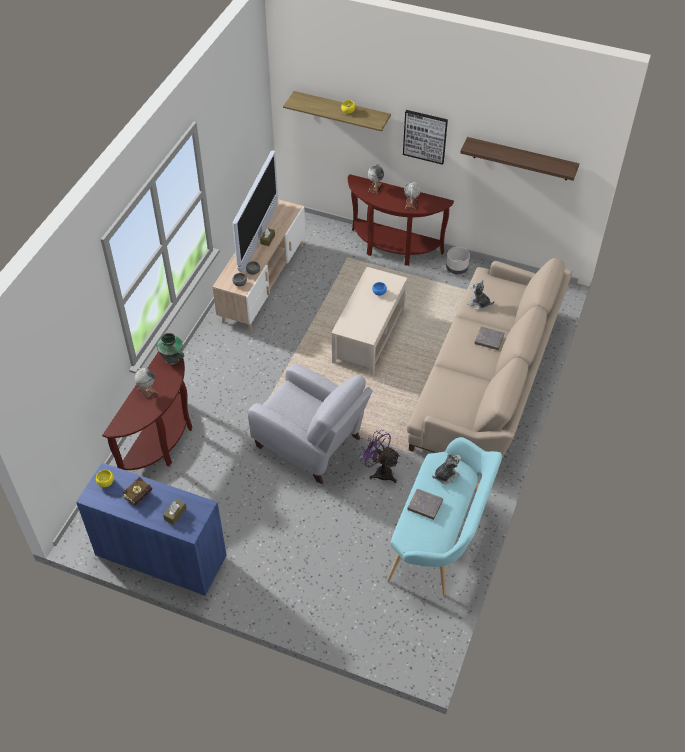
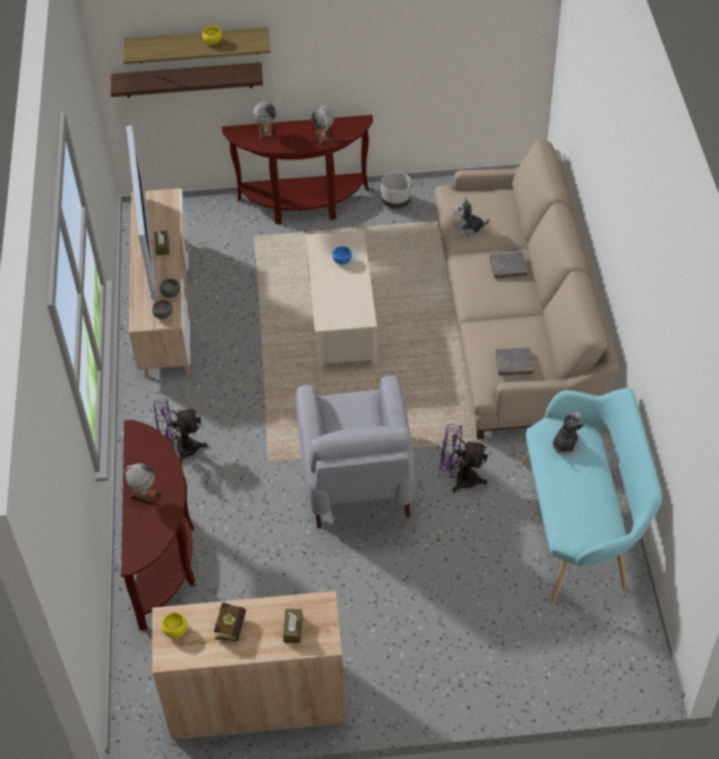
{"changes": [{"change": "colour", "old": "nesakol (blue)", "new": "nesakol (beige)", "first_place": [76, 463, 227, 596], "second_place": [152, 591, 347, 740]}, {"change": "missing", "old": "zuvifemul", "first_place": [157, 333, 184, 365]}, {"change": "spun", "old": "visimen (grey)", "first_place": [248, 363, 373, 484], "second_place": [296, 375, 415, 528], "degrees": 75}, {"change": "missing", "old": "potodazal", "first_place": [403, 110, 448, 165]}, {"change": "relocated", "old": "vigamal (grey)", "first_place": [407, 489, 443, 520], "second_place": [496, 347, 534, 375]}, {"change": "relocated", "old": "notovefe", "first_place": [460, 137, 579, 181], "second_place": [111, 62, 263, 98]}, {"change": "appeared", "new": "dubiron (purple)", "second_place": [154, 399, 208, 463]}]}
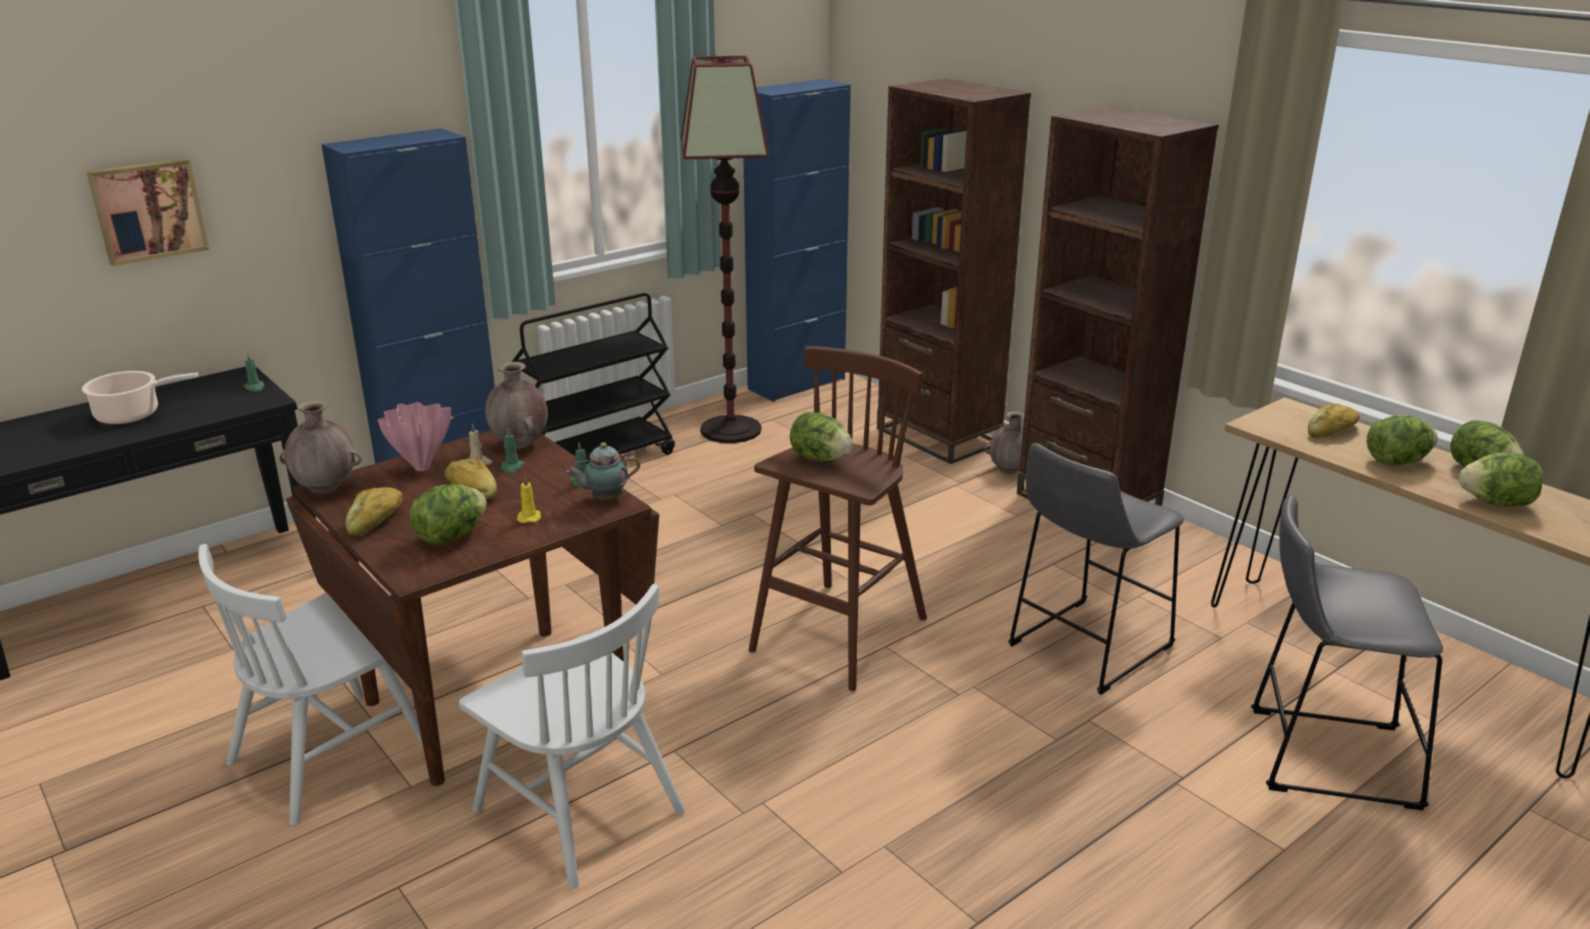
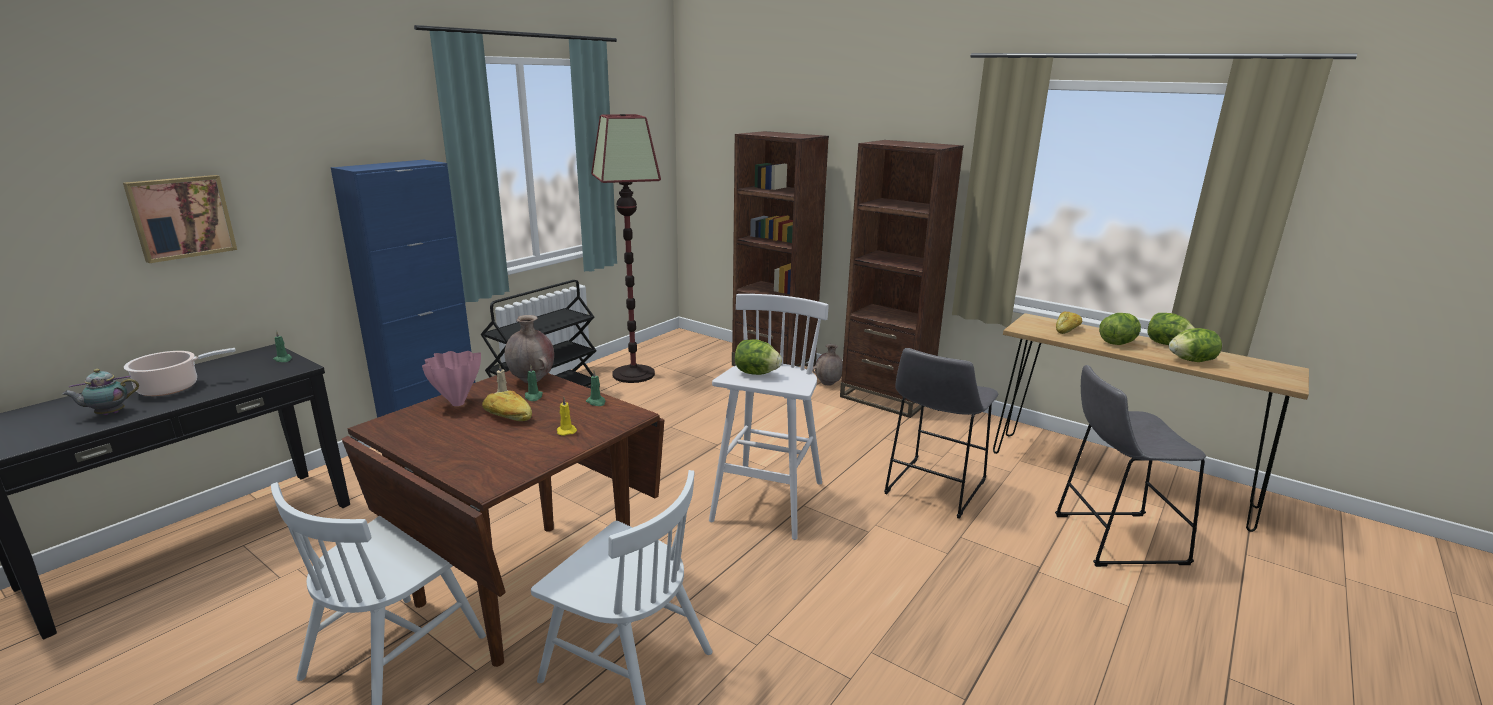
{"changes": [{"change": "missing", "old": "zuvifemul (brown)", "first_place": [279, 400, 362, 494]}, {"change": "missing", "old": "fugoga", "first_place": [346, 487, 403, 537]}, {"change": "missing", "old": "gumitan", "first_place": [409, 483, 487, 545]}, {"change": "relocated", "old": "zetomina", "first_place": [566, 443, 640, 500], "second_place": [62, 369, 139, 415]}, {"change": "missing", "old": "nesakol (blue)", "first_place": [744, 79, 851, 402]}, {"change": "colour", "old": "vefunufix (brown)", "new": "vefunufix (white)", "first_place": [749, 346, 927, 691], "second_place": [709, 294, 829, 540]}]}
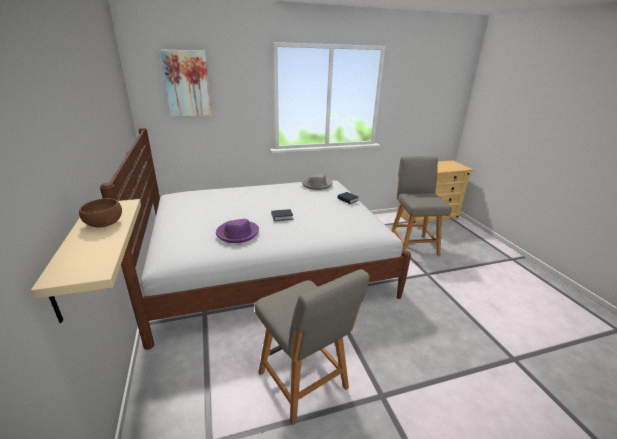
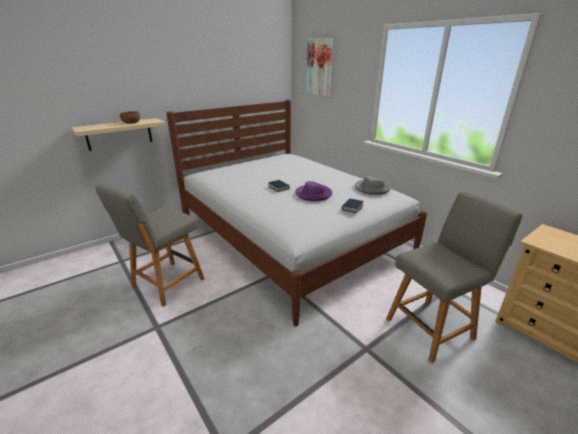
{"changes": [{"change": "relocated", "old": "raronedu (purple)", "first_place": [216, 219, 259, 243], "second_place": [295, 181, 332, 201]}]}
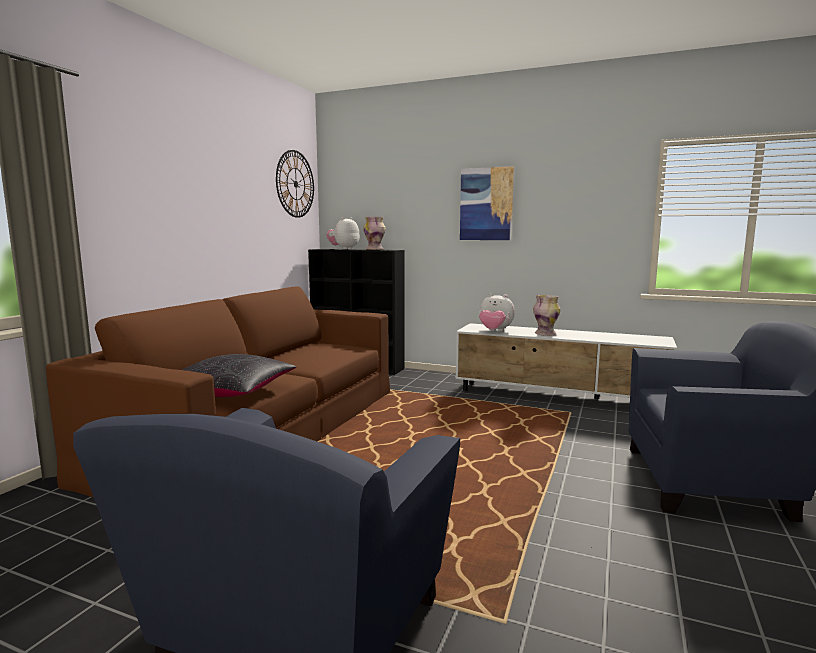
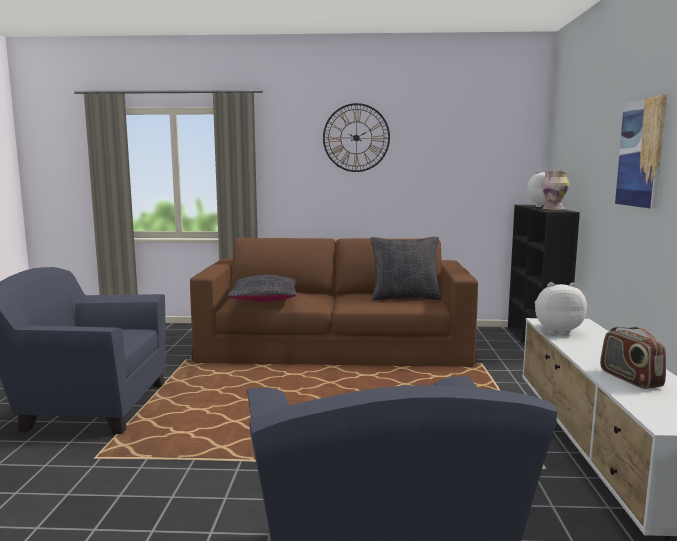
{"changes": [{"change": "relocated", "old": "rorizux", "first_place": [276, 150, 314, 218], "second_place": [323, 103, 390, 172]}, {"change": "spun", "old": "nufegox", "first_place": [479, 294, 515, 331], "second_place": [535, 282, 587, 334], "degrees": 90}, {"change": "missing", "old": "zuvifemul", "first_place": [533, 295, 560, 336]}, {"change": "appeared", "new": "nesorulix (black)", "second_place": [371, 237, 442, 300]}, {"change": "appeared", "new": "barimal", "second_place": [600, 327, 666, 389]}]}
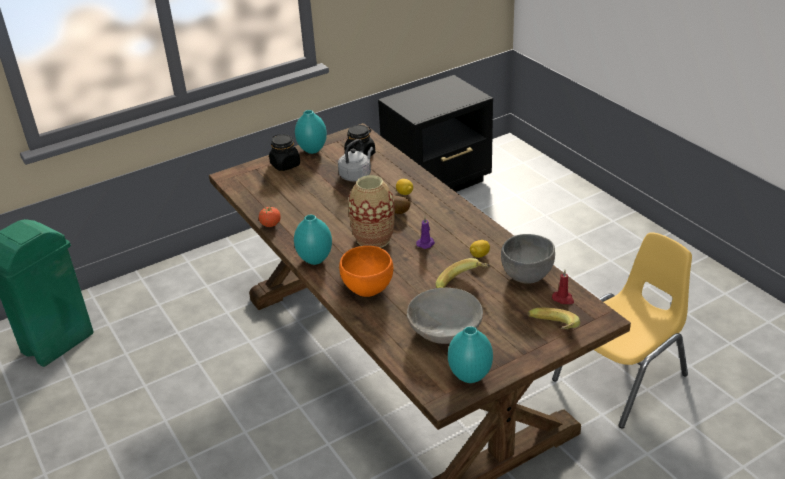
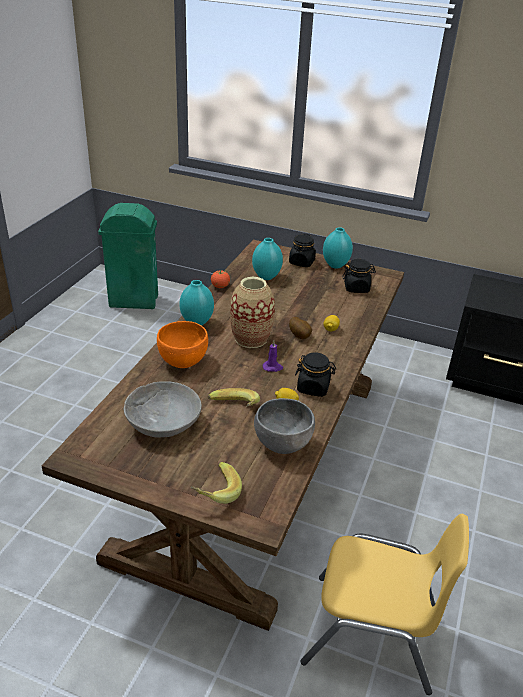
{"changes": [{"change": "missing", "old": "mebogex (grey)", "first_place": [338, 139, 373, 181]}, {"change": "relocated", "old": "zuvifemul (turquoise)", "first_place": [448, 326, 493, 383], "second_place": [252, 238, 283, 280]}, {"change": "missing", "old": "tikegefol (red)", "first_place": [552, 270, 574, 304]}, {"change": "appeared", "new": "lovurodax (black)", "second_place": [295, 352, 336, 397]}]}
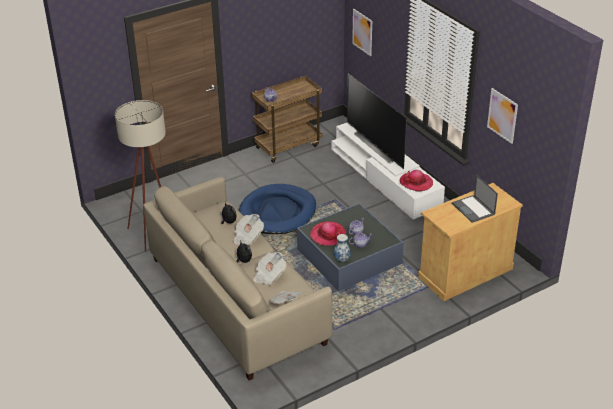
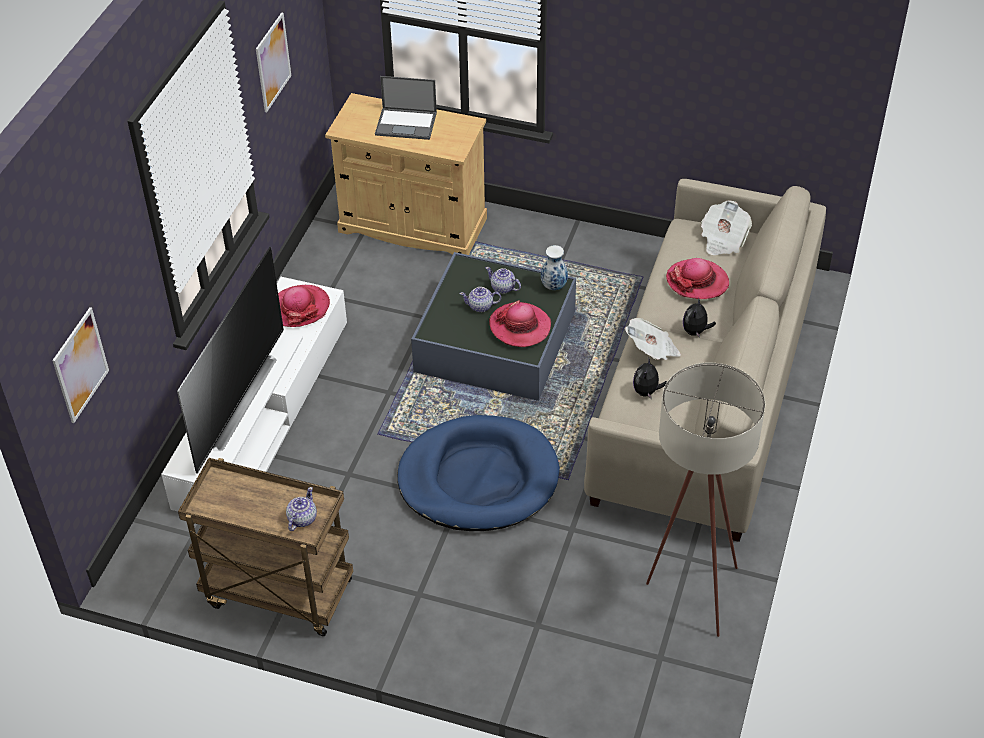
{"changes": [{"change": "exchanged", "old": "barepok", "new": "raronedu", "first_place": [253, 252, 286, 285], "second_place": [666, 258, 729, 299]}, {"change": "spun", "old": "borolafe", "first_place": [452, 175, 498, 223], "second_place": [375, 76, 437, 140], "degrees": 75}]}
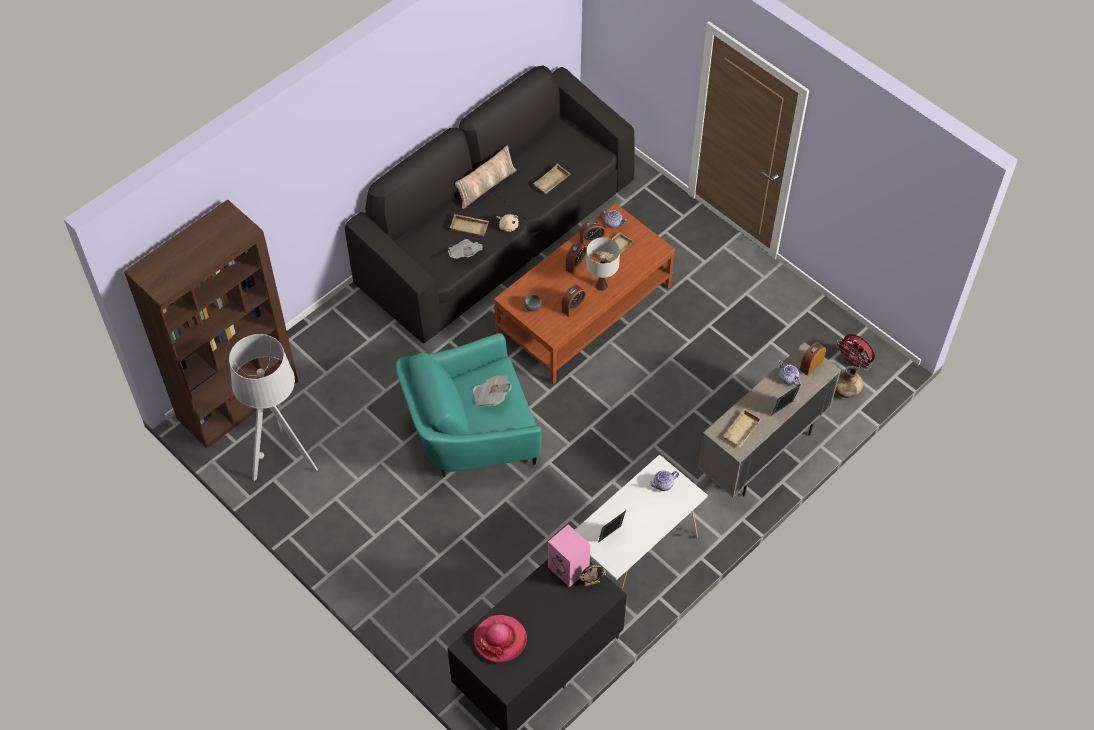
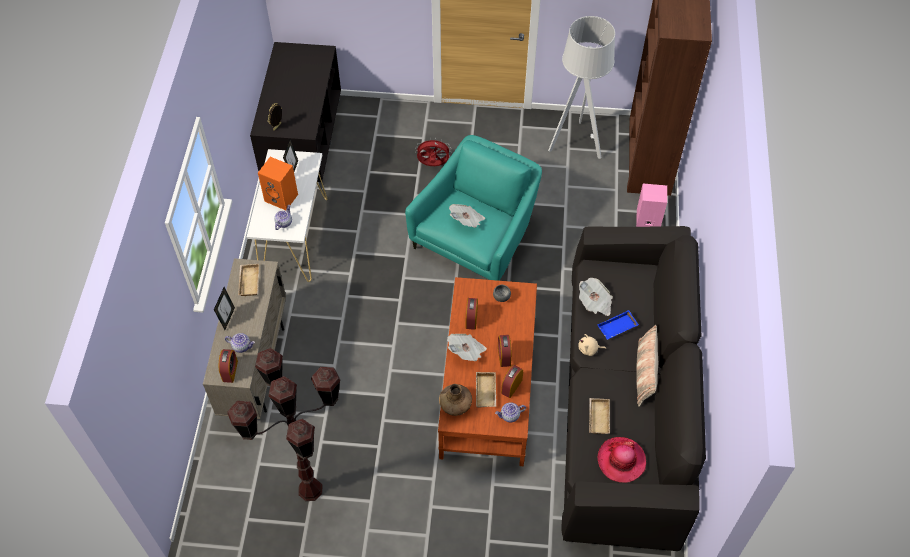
{"changes": [{"change": "colour", "old": "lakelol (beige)", "new": "lakelol (blue)", "first_place": [450, 214, 489, 236], "second_place": [597, 310, 639, 340]}, {"change": "relocated", "old": "raronedu", "first_place": [474, 615, 527, 663], "second_place": [598, 437, 646, 483]}, {"change": "relocated", "old": "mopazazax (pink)", "first_place": [548, 524, 590, 587], "second_place": [636, 183, 667, 227]}, {"change": "exchanged", "old": "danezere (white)", "new": "barepok", "first_place": [586, 237, 620, 291], "second_place": [447, 334, 487, 361]}, {"change": "relocated", "old": "zuvifemul (brown)", "first_place": [835, 366, 863, 398], "second_place": [439, 384, 472, 416]}, {"change": "relocated", "old": "dubiron (red)", "first_place": [836, 334, 875, 371], "second_place": [415, 139, 451, 166]}, {"change": "appeared", "new": "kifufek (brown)", "second_place": [227, 348, 341, 501]}, {"change": "appeared", "new": "mopazazax (orange)", "second_place": [258, 157, 298, 210]}]}
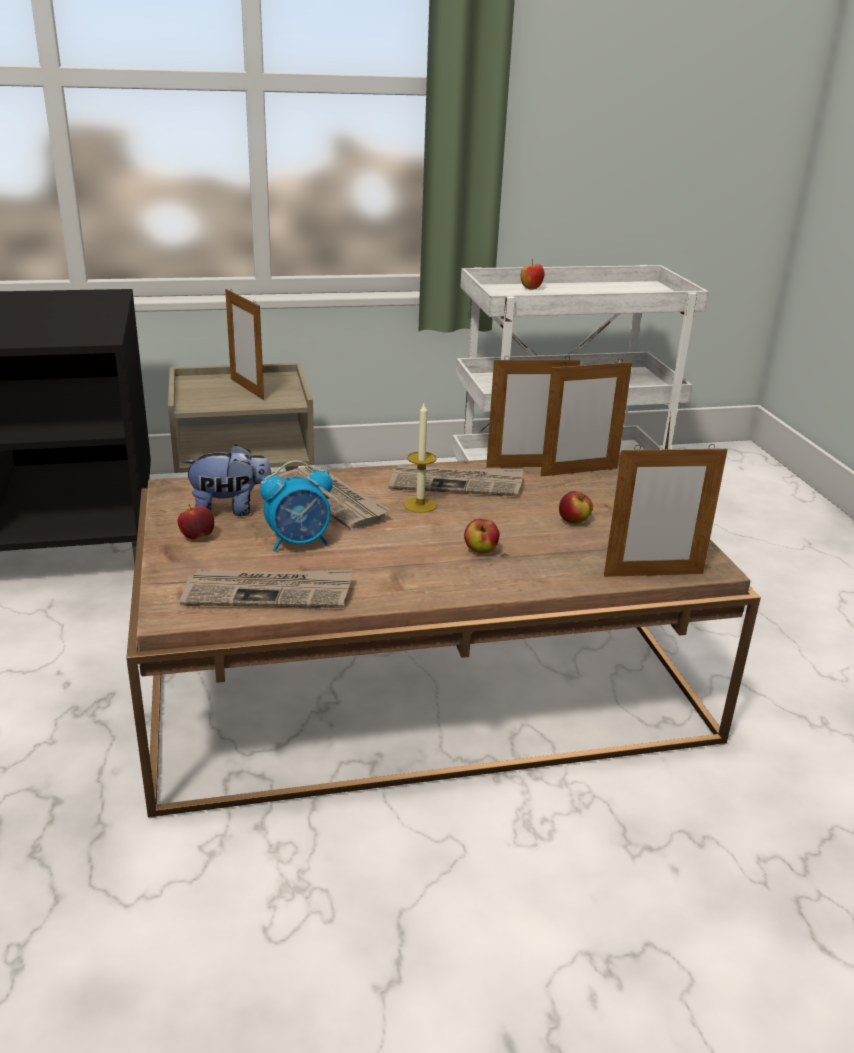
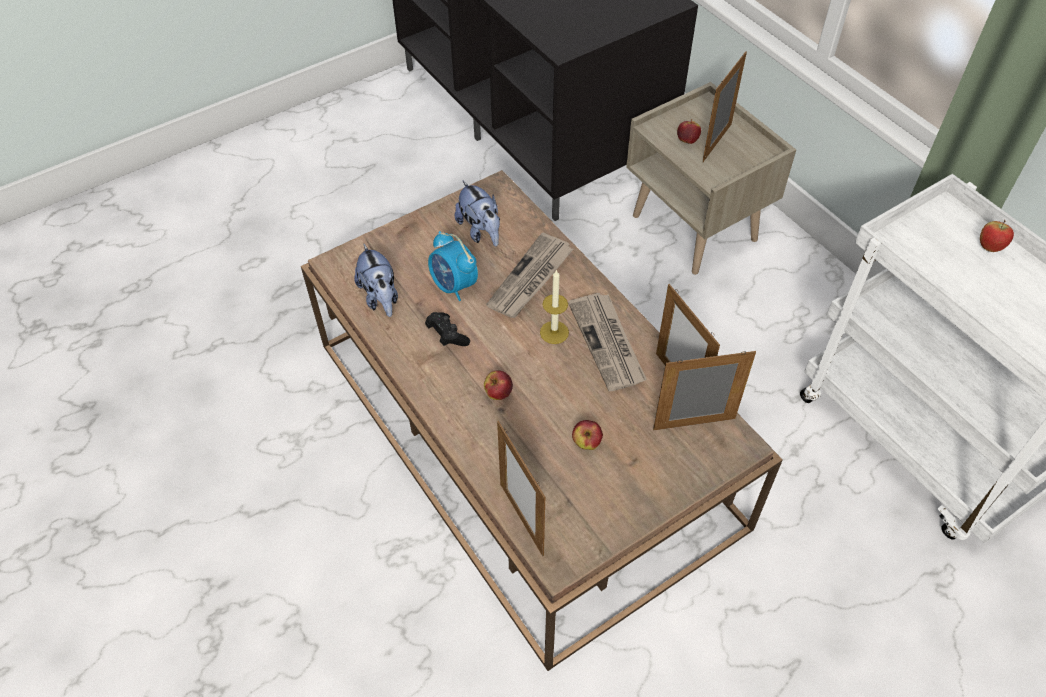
{"changes": [{"change": "relocated", "old": "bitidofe", "first_place": [178, 504, 214, 539], "second_place": [677, 119, 701, 144]}, {"change": "exchanged", "old": "barepok", "new": "nufegox", "first_place": [180, 569, 353, 608], "second_place": [354, 244, 398, 317]}, {"change": "spun", "old": "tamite", "first_place": [541, 362, 632, 476], "second_place": [653, 351, 756, 430], "degrees": 120}, {"change": "appeared", "new": "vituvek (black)", "second_place": [425, 312, 470, 346]}]}
